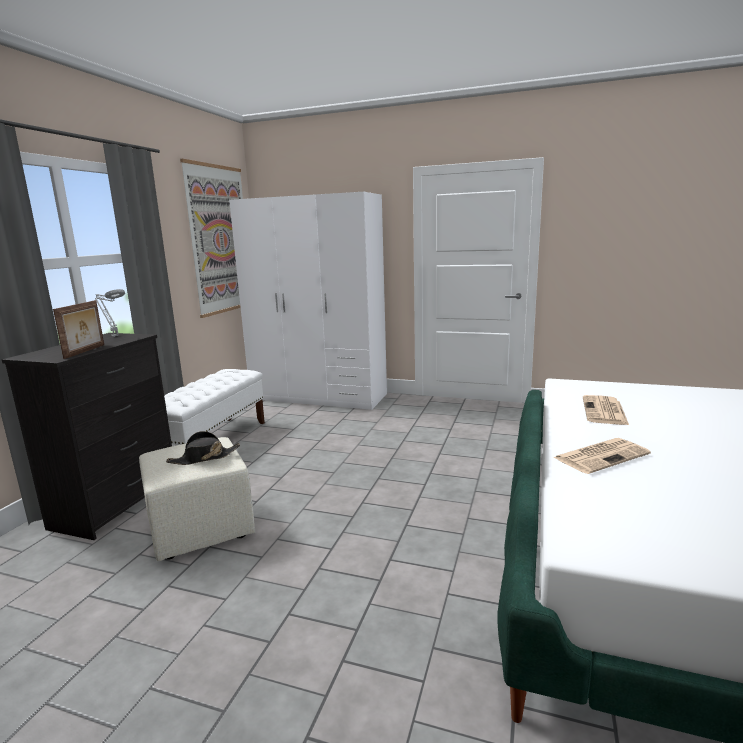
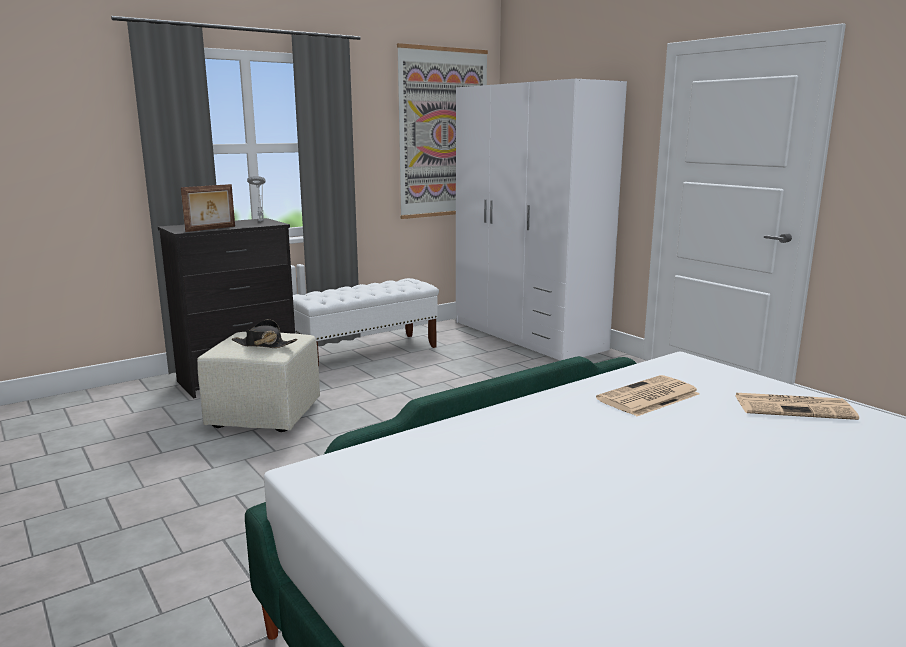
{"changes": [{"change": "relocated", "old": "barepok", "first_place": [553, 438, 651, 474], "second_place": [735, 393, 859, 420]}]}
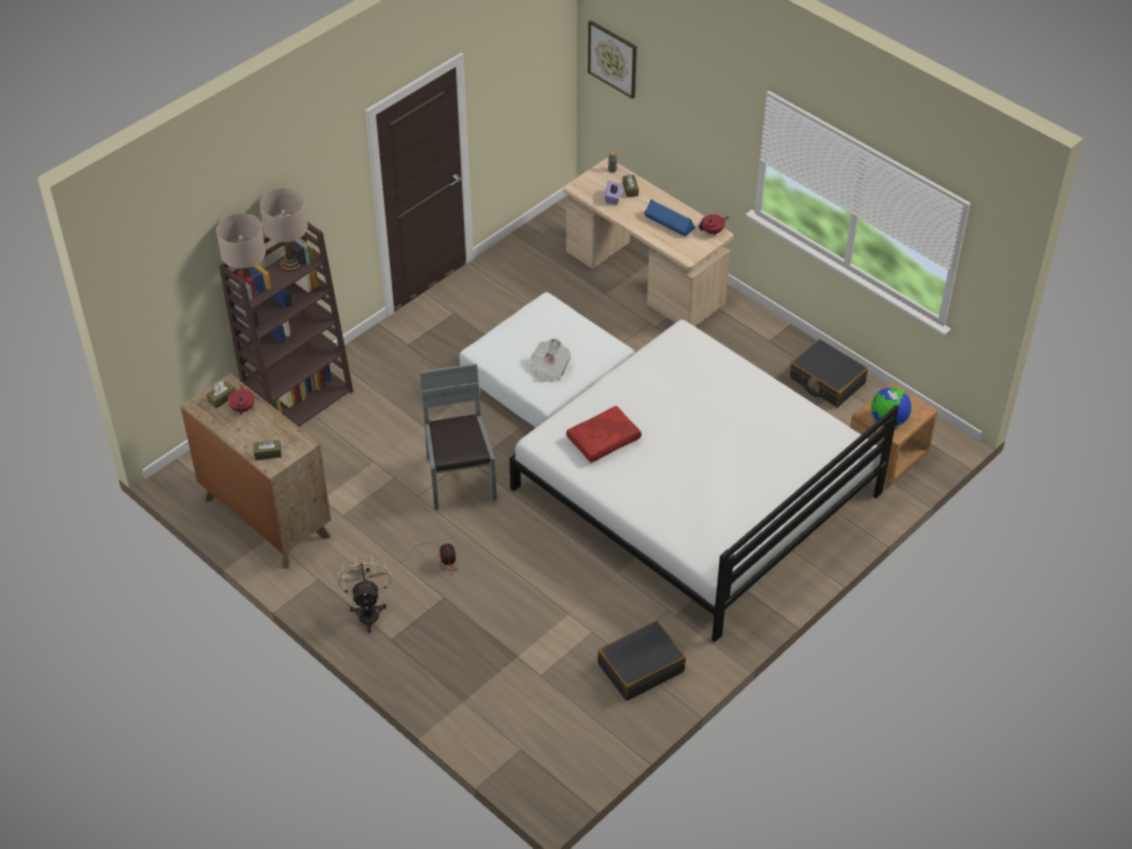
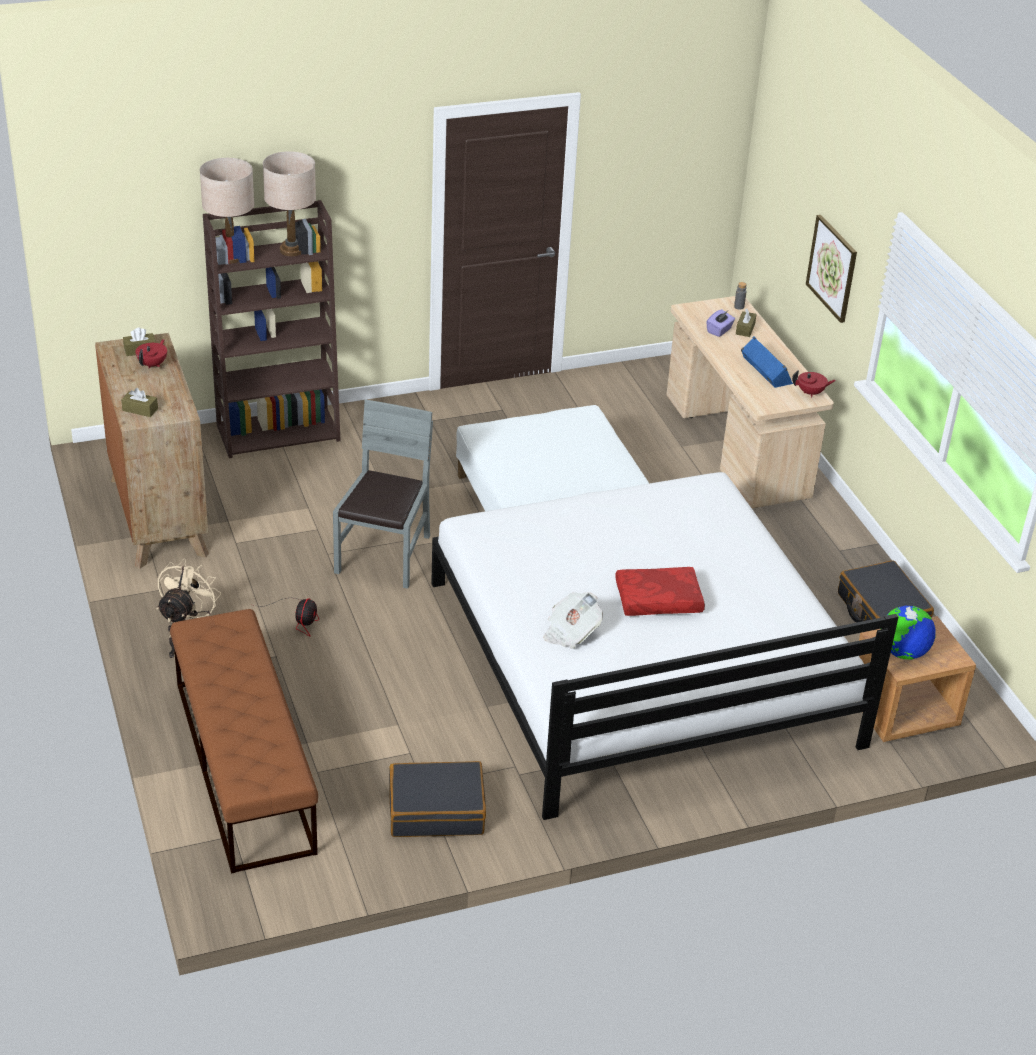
{"changes": [{"change": "relocated", "old": "barepok", "first_place": [531, 338, 571, 383], "second_place": [543, 592, 603, 649]}, {"change": "relocated", "old": "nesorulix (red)", "first_place": [566, 406, 641, 463], "second_place": [615, 567, 705, 616]}, {"change": "relocated", "old": "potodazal", "first_place": [588, 20, 637, 99], "second_place": [806, 215, 857, 323]}, {"change": "appeared", "new": "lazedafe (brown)", "second_place": [170, 609, 318, 874]}]}
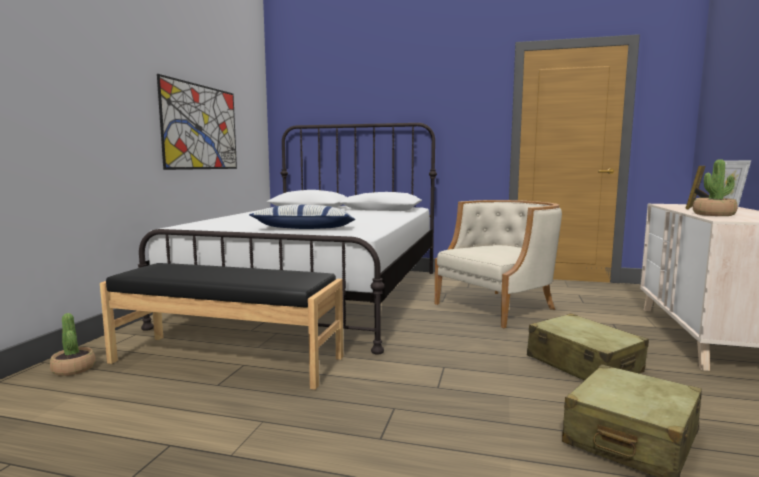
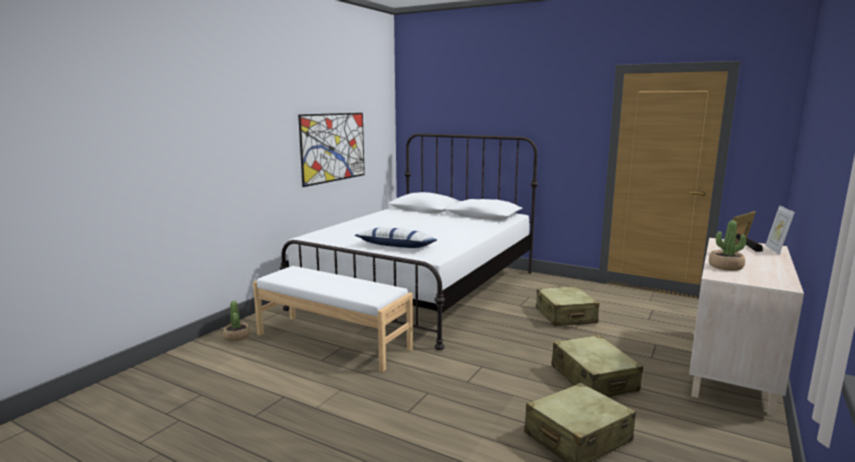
{"changes": [{"change": "colour", "old": "lazedafe (black)", "new": "lazedafe (white)", "first_place": [100, 263, 343, 390], "second_place": [253, 266, 413, 372]}, {"change": "exchanged", "old": "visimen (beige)", "new": "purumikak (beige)", "first_place": [435, 200, 562, 328], "second_place": [536, 286, 599, 326]}]}
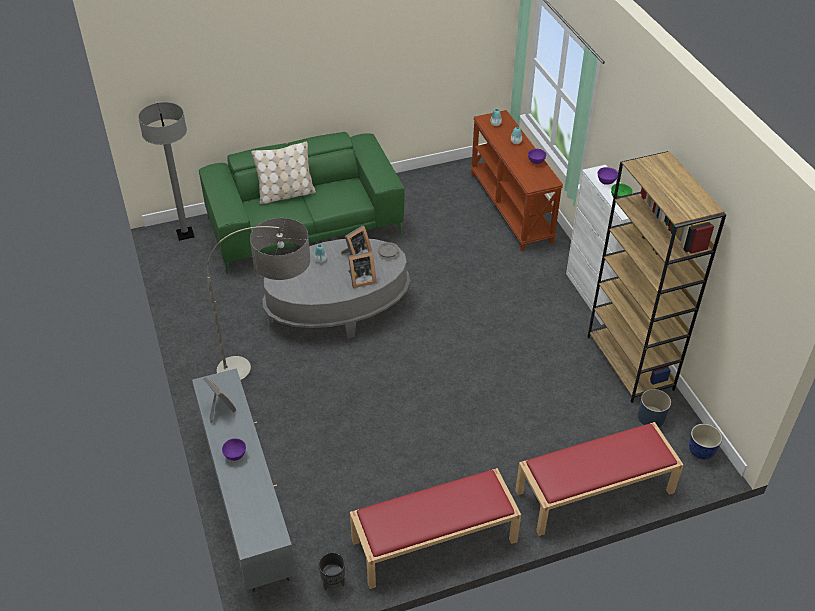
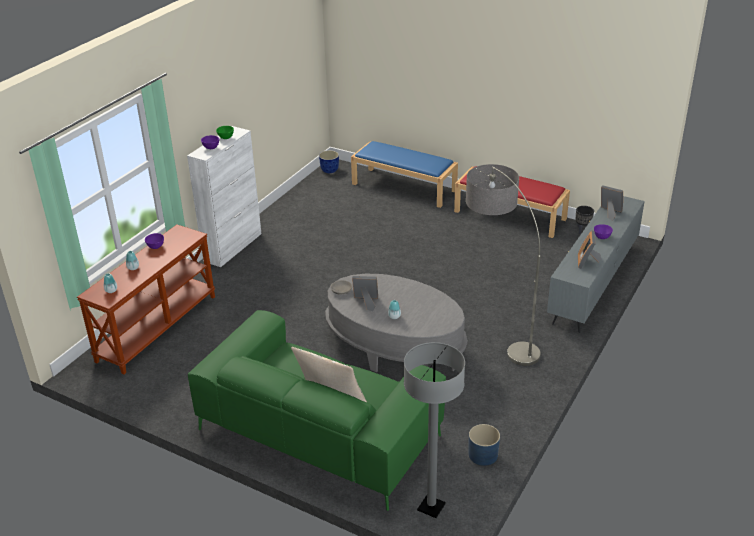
{"changes": [{"change": "relocated", "old": "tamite", "first_place": [348, 251, 376, 288], "second_place": [601, 185, 623, 221]}, {"change": "colour", "old": "lazedafe (red)", "new": "lazedafe (blue)", "first_place": [515, 422, 684, 536], "second_place": [351, 141, 458, 208]}, {"change": "missing", "old": "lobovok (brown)", "first_place": [587, 151, 726, 403]}, {"change": "relocated", "old": "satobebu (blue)", "first_place": [638, 389, 671, 427], "second_place": [468, 424, 500, 466]}]}
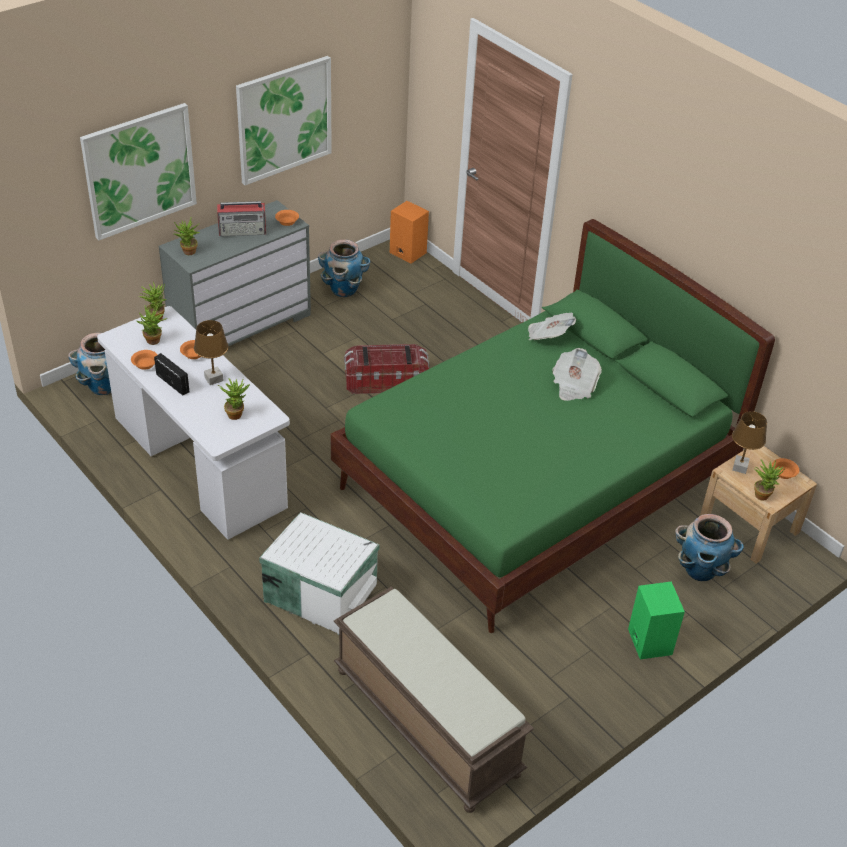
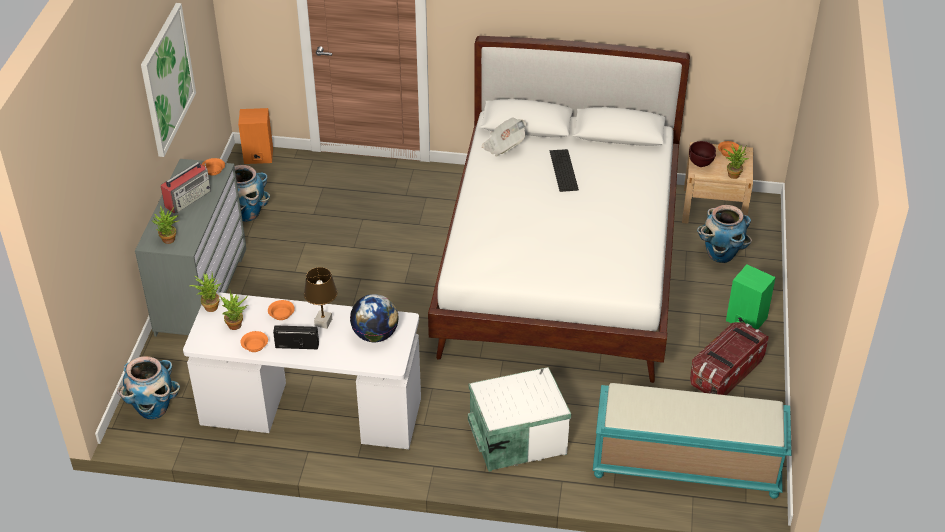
{"changes": [{"change": "missing", "old": "potodazal", "first_place": [80, 103, 197, 241]}, {"change": "exchanged", "old": "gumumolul", "new": "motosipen", "first_place": [218, 378, 250, 420], "second_place": [350, 294, 399, 342]}, {"change": "colour", "old": "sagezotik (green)", "new": "sagezotik (white)", "first_place": [331, 219, 775, 633], "second_place": [428, 36, 690, 383]}, {"change": "colour", "old": "lazedafe (brown)", "new": "lazedafe (turquoise)", "first_place": [334, 587, 534, 813], "second_place": [593, 383, 791, 499]}, {"change": "relocated", "old": "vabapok", "first_place": [344, 344, 429, 394], "second_place": [690, 322, 769, 395]}, {"change": "exchanged", "old": "barepok", "new": "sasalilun", "first_place": [552, 348, 602, 401], "second_place": [550, 149, 579, 192]}, {"change": "exchanged", "old": "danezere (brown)", "new": "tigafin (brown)", "first_place": [732, 411, 767, 474], "second_place": [689, 141, 716, 167]}]}
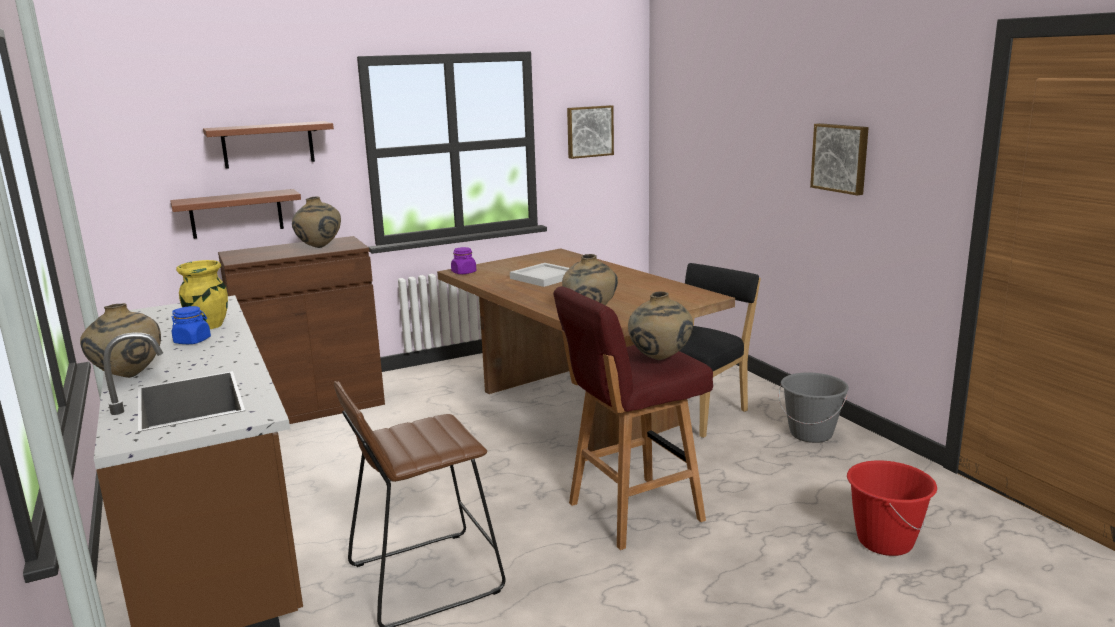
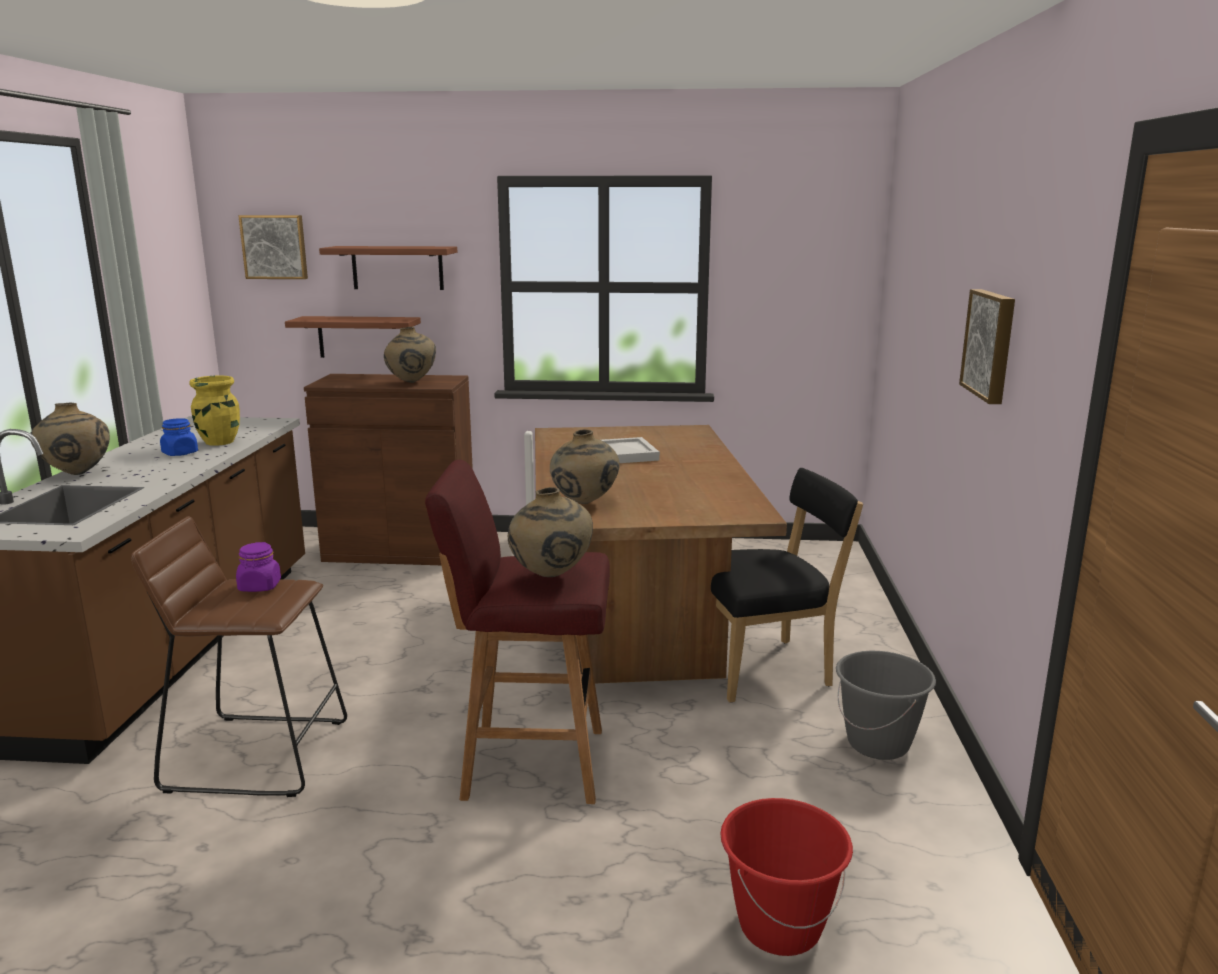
{"changes": [{"change": "relocated", "old": "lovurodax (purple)", "first_place": [451, 247, 476, 274], "second_place": [236, 542, 281, 592]}, {"change": "relocated", "old": "potodazal", "first_place": [567, 105, 614, 159], "second_place": [238, 215, 308, 279]}]}
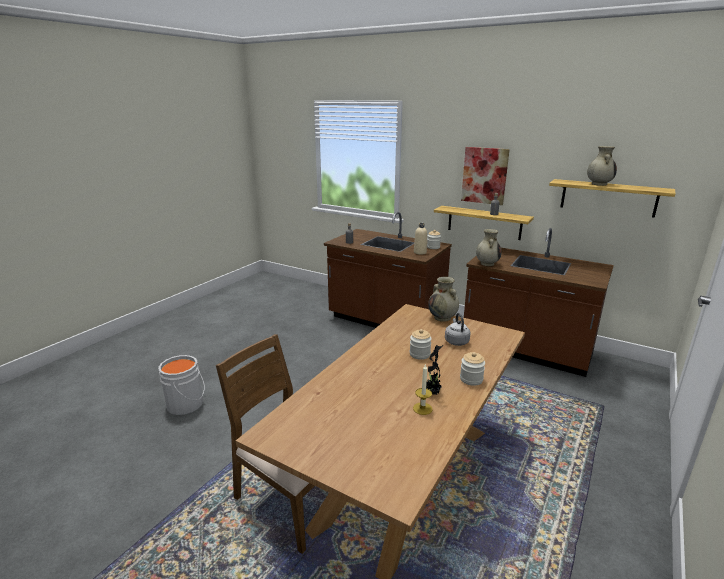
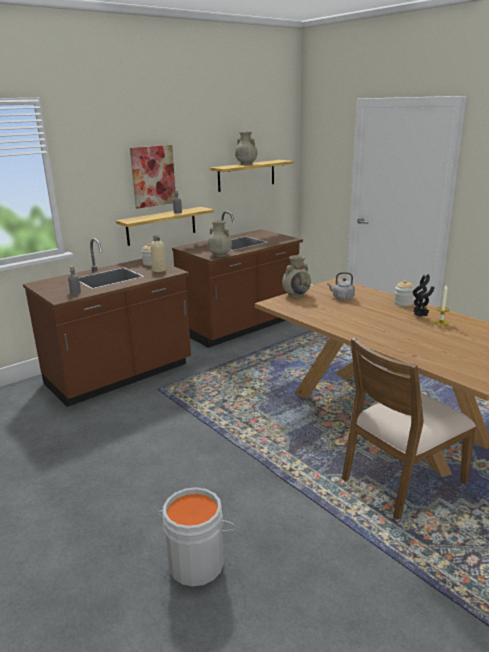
{"changes": [{"change": "missing", "old": "lovurodax", "first_place": [410, 329, 432, 360]}]}
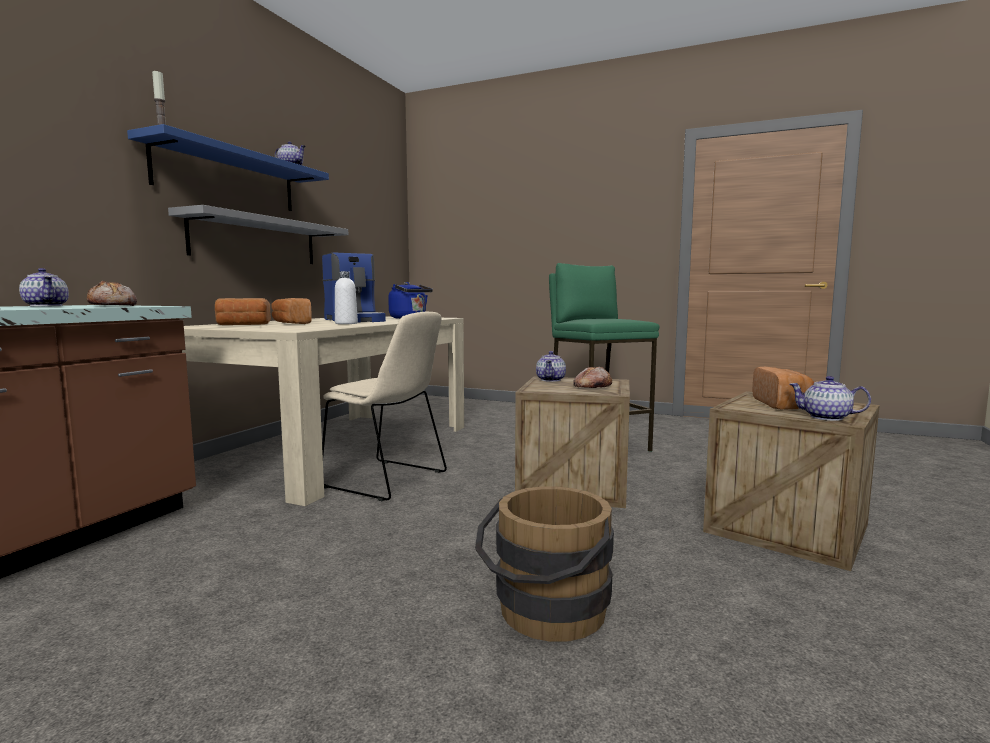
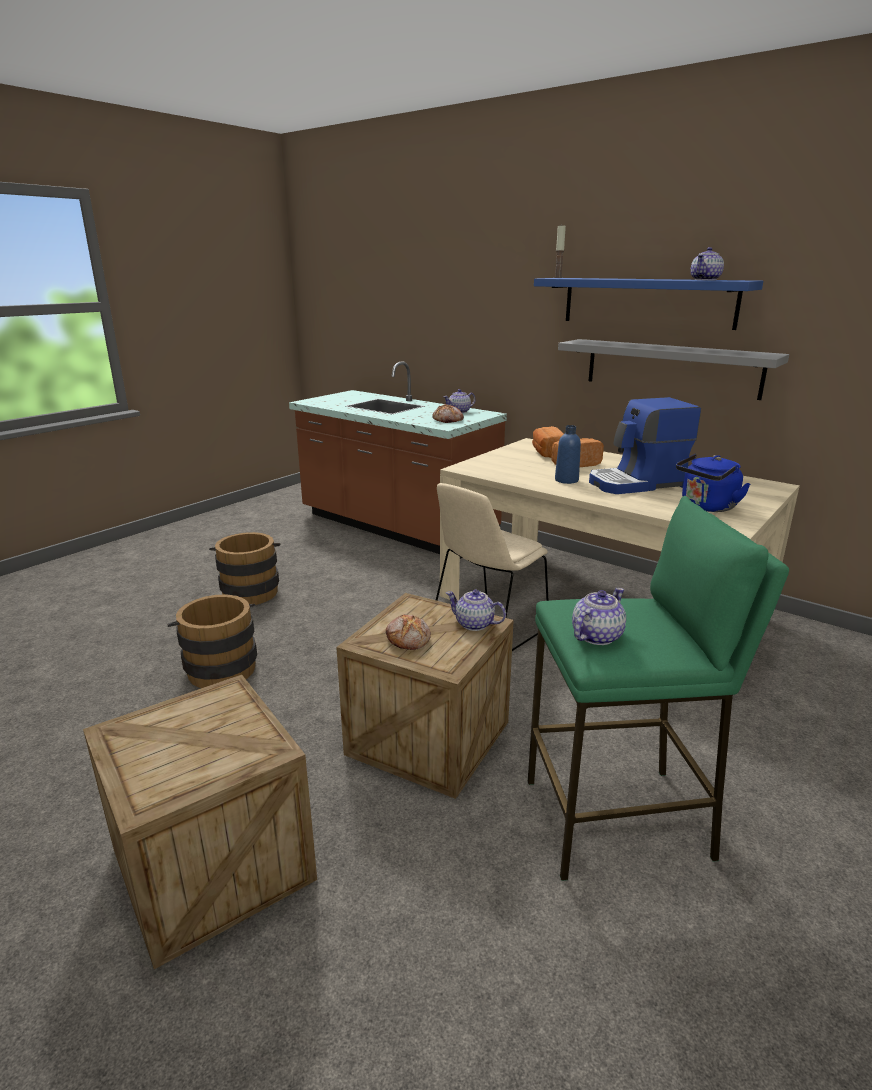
{"changes": [{"change": "colour", "old": "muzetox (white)", "new": "muzetox (blue)", "first_place": [335, 271, 358, 324], "second_place": [555, 425, 581, 484]}, {"change": "missing", "old": "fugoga", "first_place": [752, 367, 814, 410]}, {"change": "relocated", "old": "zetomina", "first_place": [789, 376, 871, 421], "second_place": [572, 588, 626, 645]}, {"change": "appeared", "new": "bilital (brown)", "second_place": [209, 532, 280, 605]}]}
